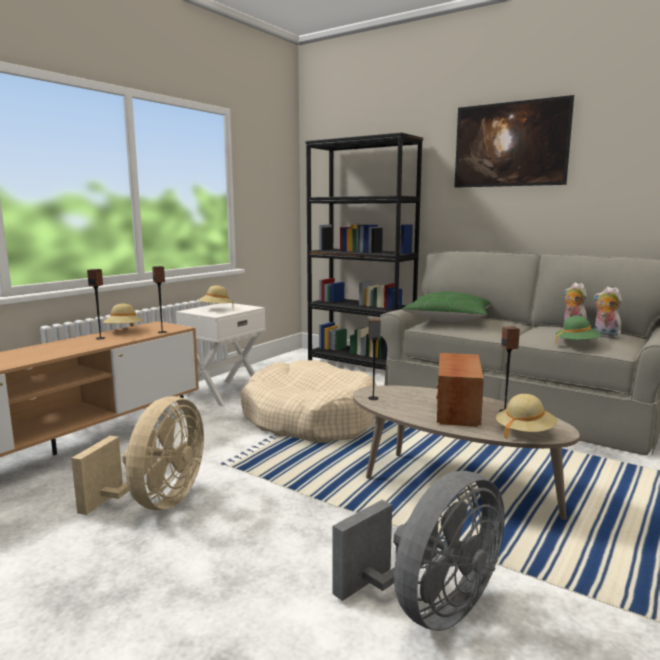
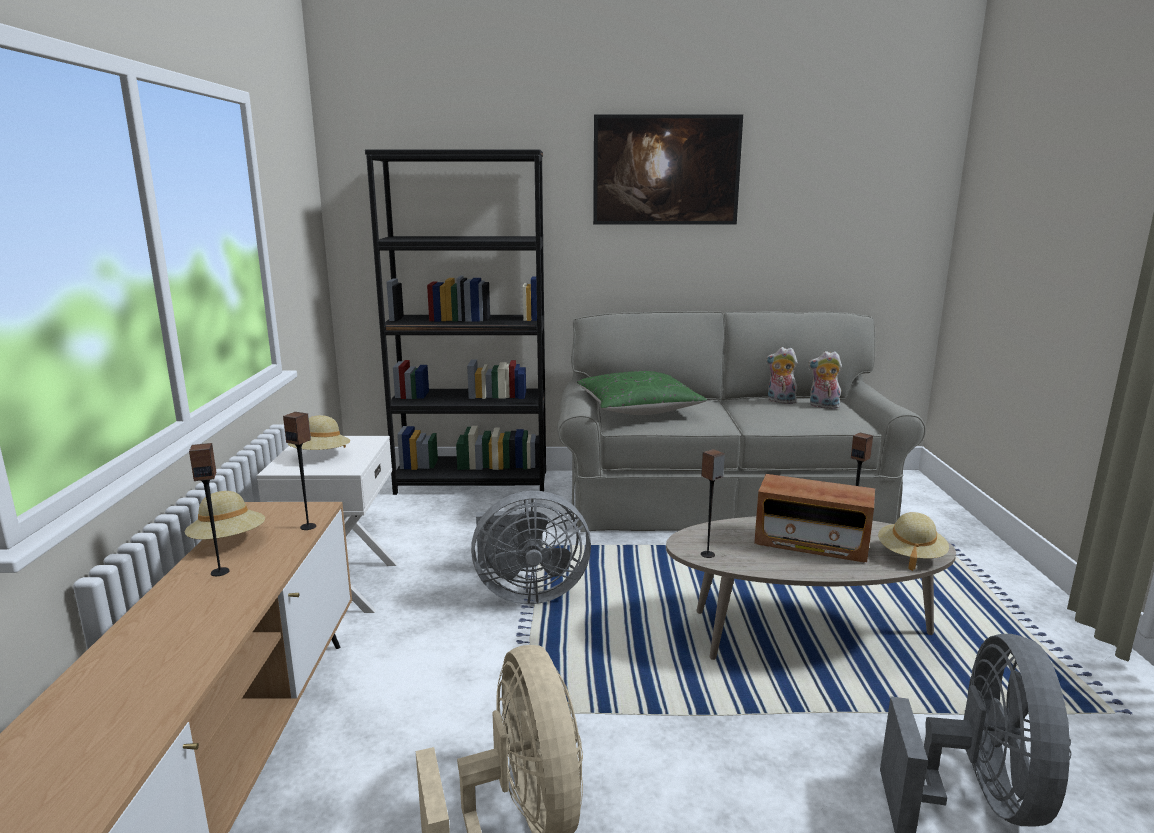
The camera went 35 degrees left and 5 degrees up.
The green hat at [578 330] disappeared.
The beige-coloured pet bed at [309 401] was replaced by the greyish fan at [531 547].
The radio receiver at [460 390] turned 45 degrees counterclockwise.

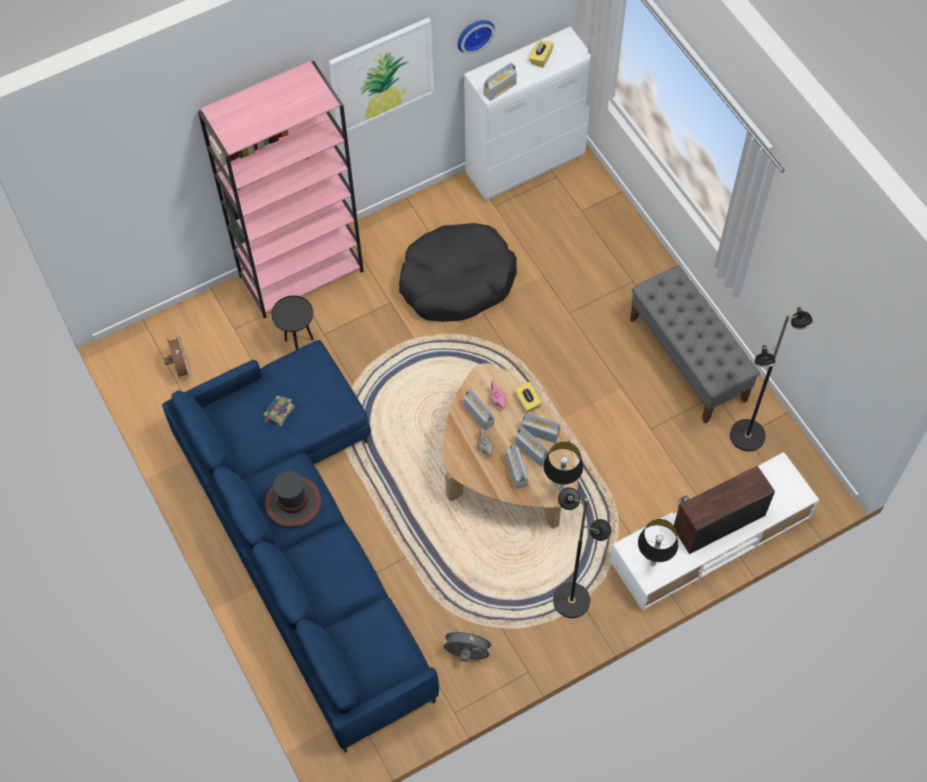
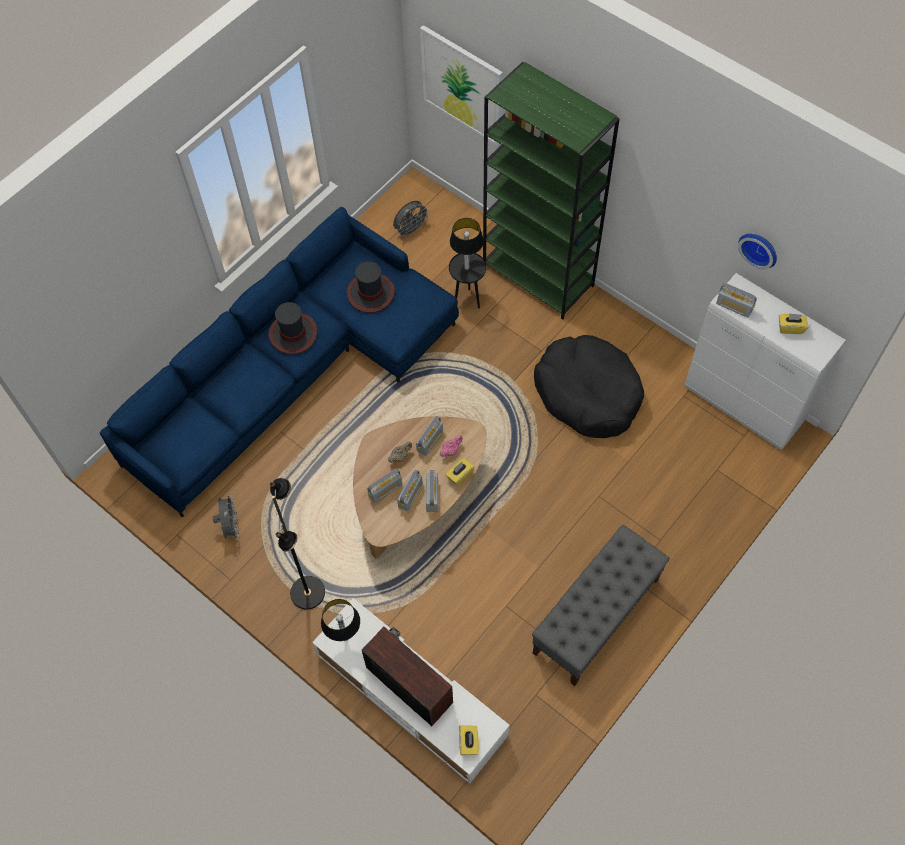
The camera went 70 degrees right and 0 degrees up.
The black floor lamp at [771 379] disappeared.
The yellow-coloured tissue box at [469 740] appeared.
The wall art moved from [381 75] to [461 85].
The tabletop lamp moved from [563 466] to [467 244].
The bound book at [279 411] was replaced by the hat at [371 287].
The brown-coloured fan at [178 356] became the greyish fan at [411 219].
The pink-coloured shelving unit at [281 190] became the green shelving unit at [551 191].

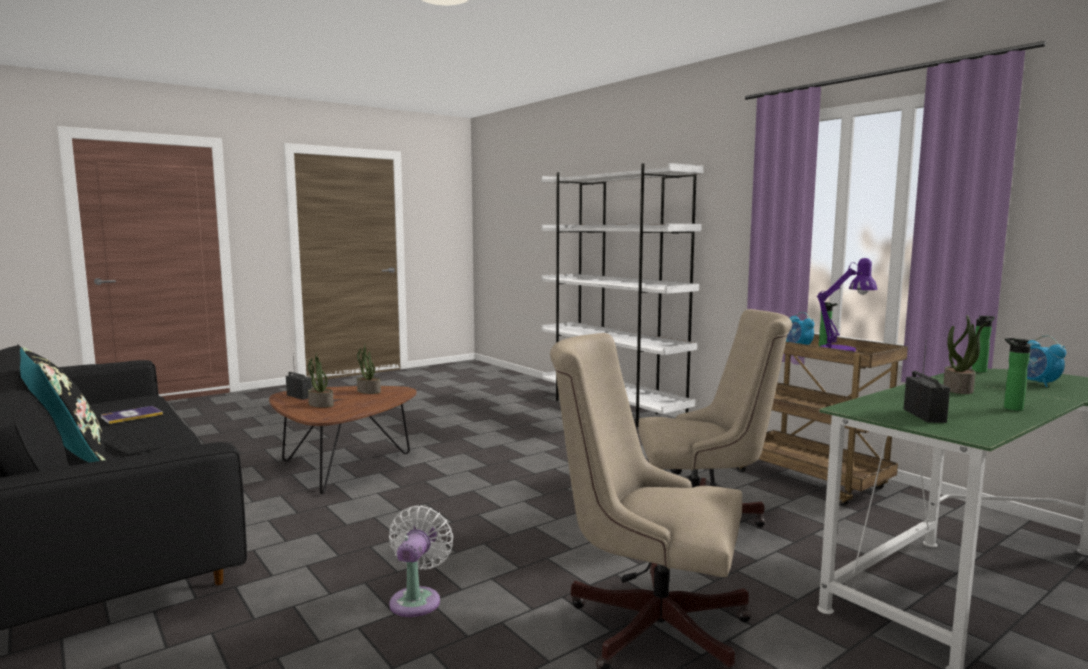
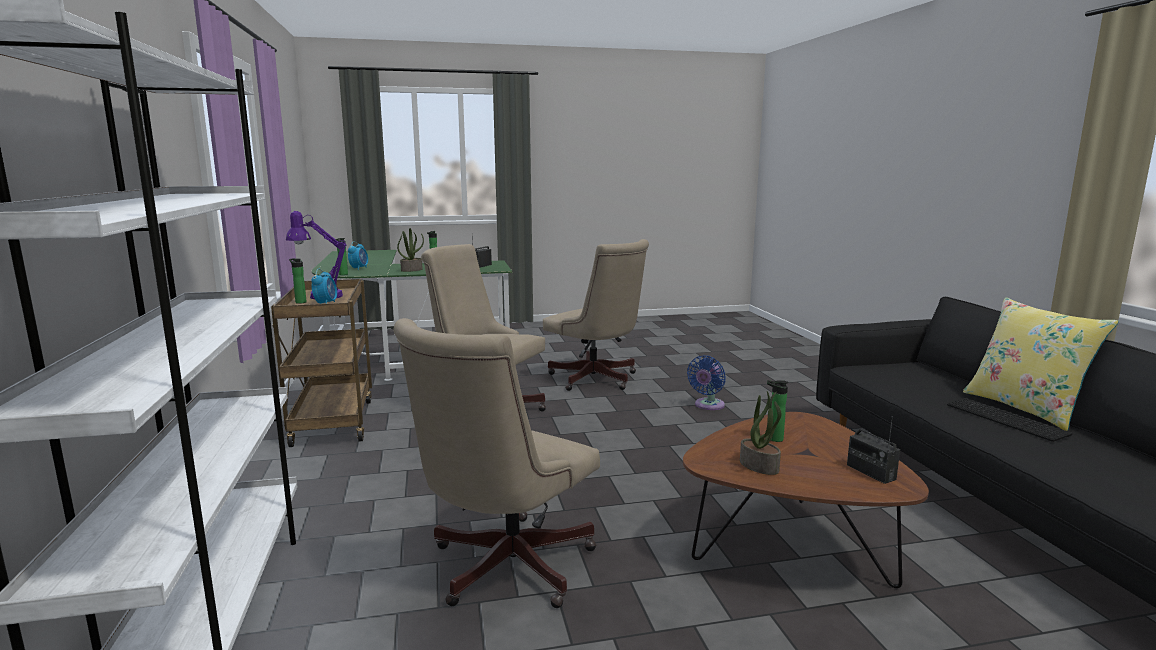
The camera went 155 degrees left and 5 degrees up.
The bound book at [132 415] disappeared.
The houseplant at [321 380] disappeared.
The beige-coloured computer chair at [496 463] appeared.
The drink bottle at [778 411] appeared.
The black pillow at [63 405] became the yellow-coloured pillow at [1041 364].
The white fan at [421 561] became the bluish fan at [706 383].

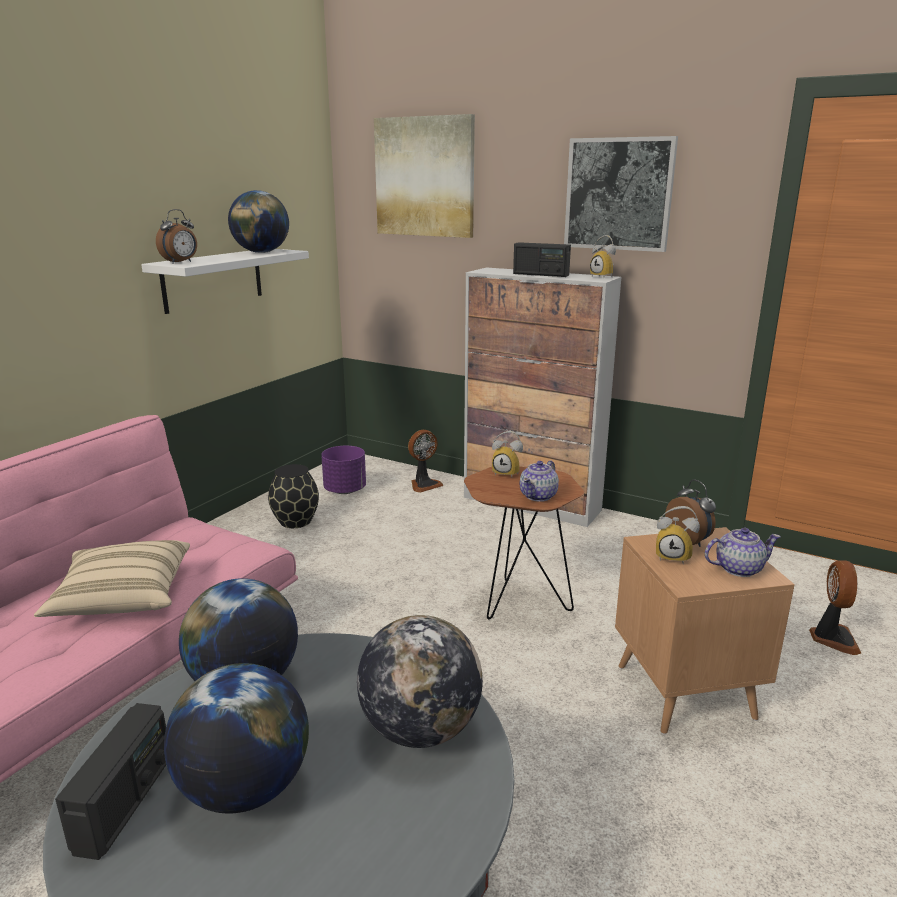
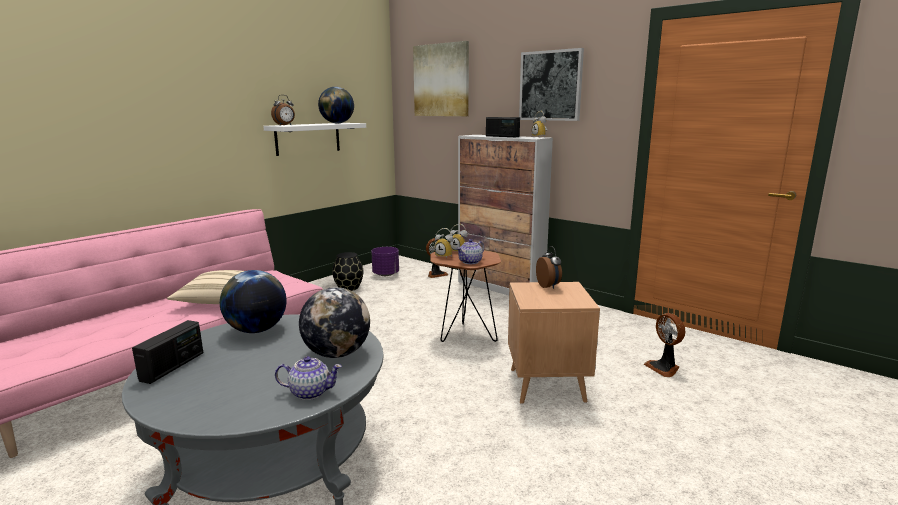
The camera went 10 degrees right and 5 degrees down.
The desk globe at [236 738] disappeared.
The table clock moved from [678 534] to [444 243].
The pot for tea moved from [743 552] to [308 378].
The fan at [835 607] turned 135 degrees clockwise.

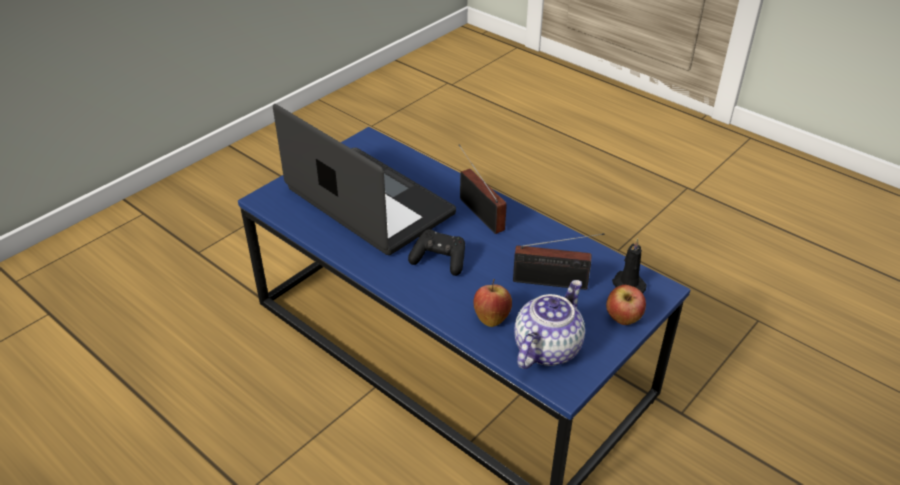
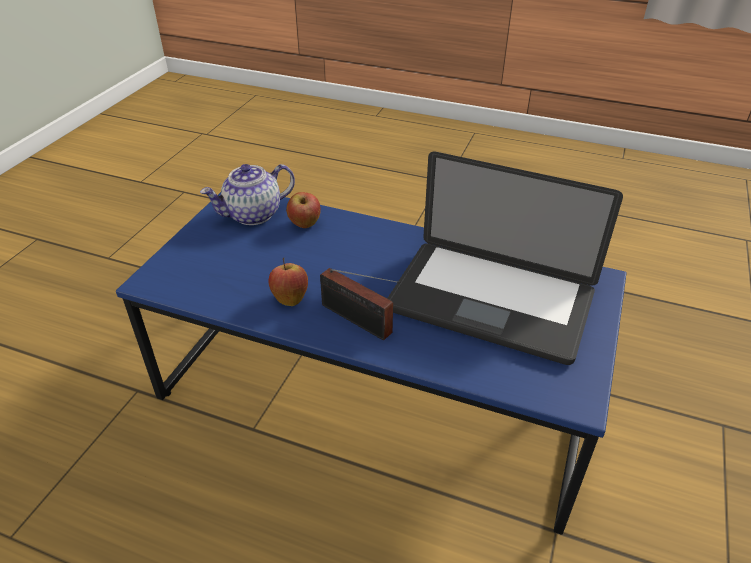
The camera went 160 degrees right and 0 degrees up.
The black joypad at [436 252] disappeared.
The radio receiver at [559 261] disappeared.
The black candle at [629 265] disappeared.
The whole apple moved from [626 305] to [288 282].
The pot for tea at [549 324] turned 45 degrees clockwise.

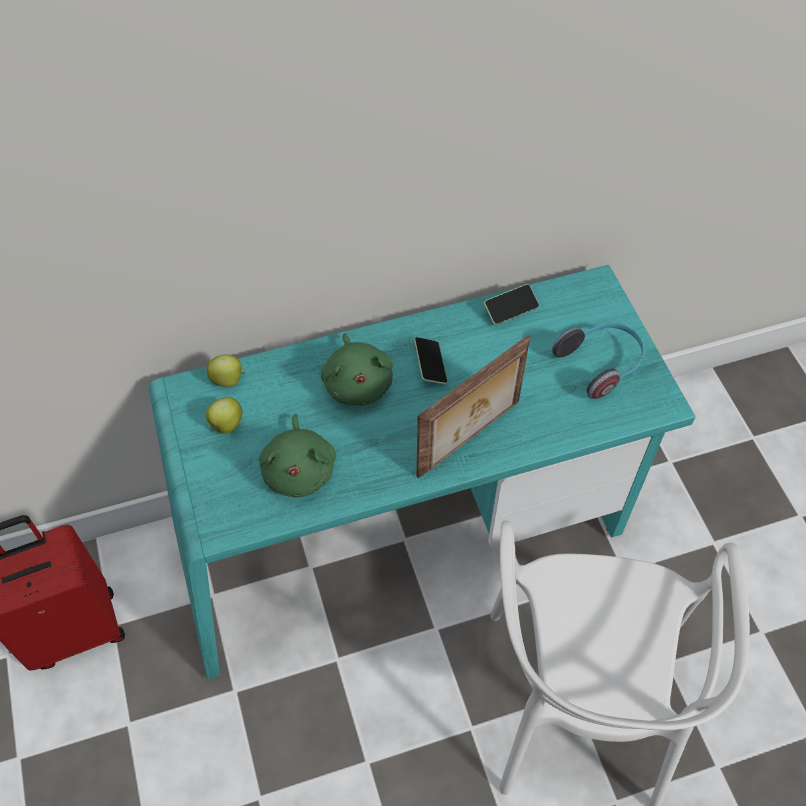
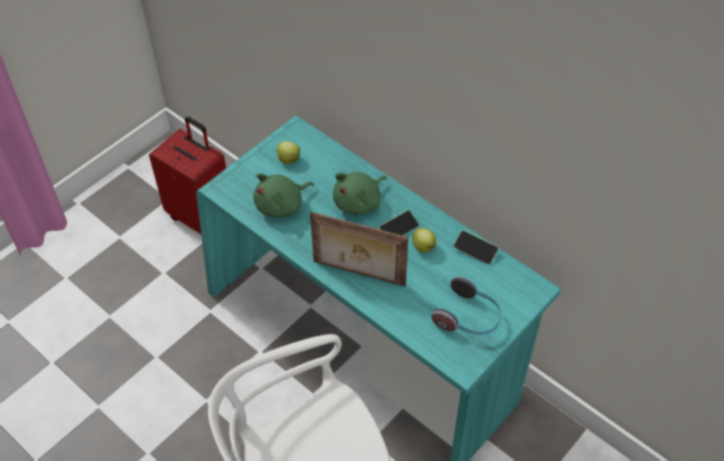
The camera went 60 degrees right and 5 degrees down.
The whole apple moved from [225 370] to [424 240].

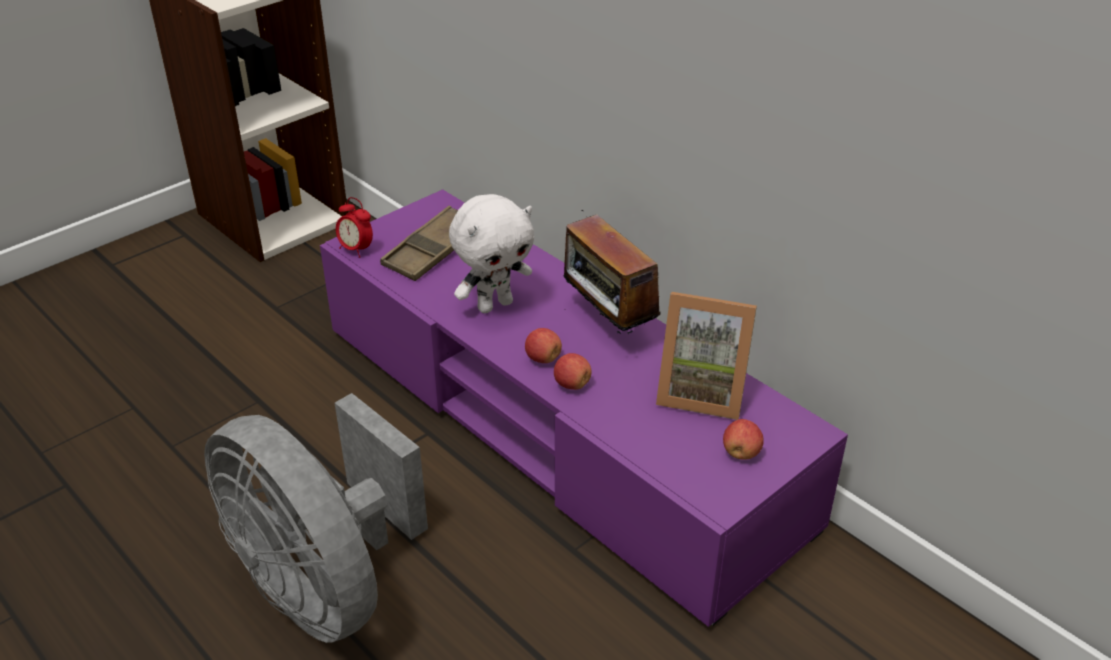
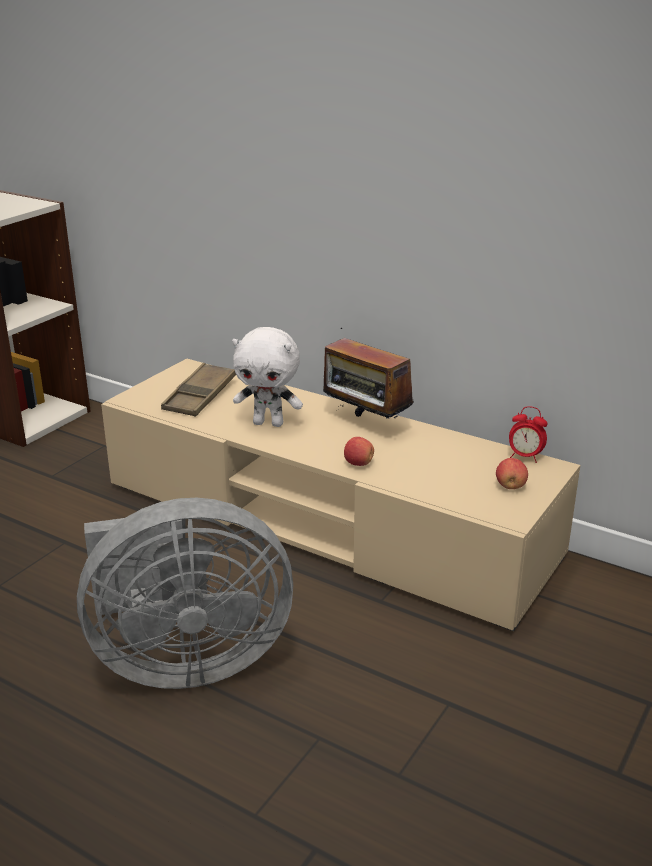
The camera went 15 degrees left and 10 degrees down.
The whole apple at [543 345] disappeared.
The photo frame at [706 356] disappeared.
The table clock moved from [354 227] to [528 434].
The purple-coloured tv stand at [584 408] became the beige-coloured tv stand at [340 495].
The greyish fan at [316 518] turned 45 degrees counterclockwise.
The white plush toy at [491 253] turned 60 degrees clockwise.

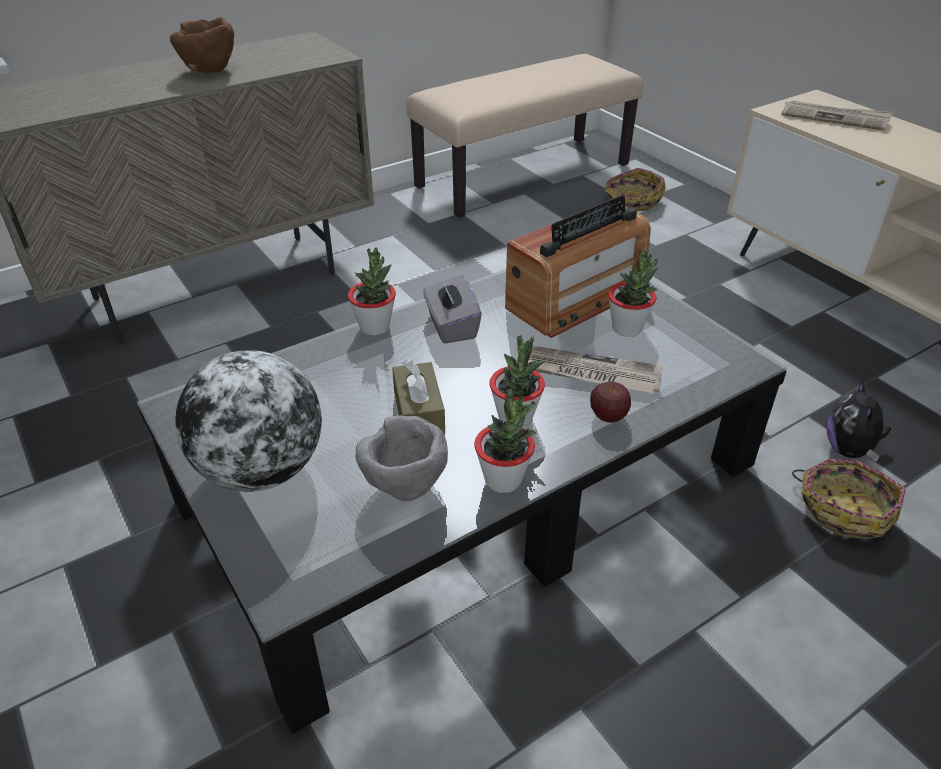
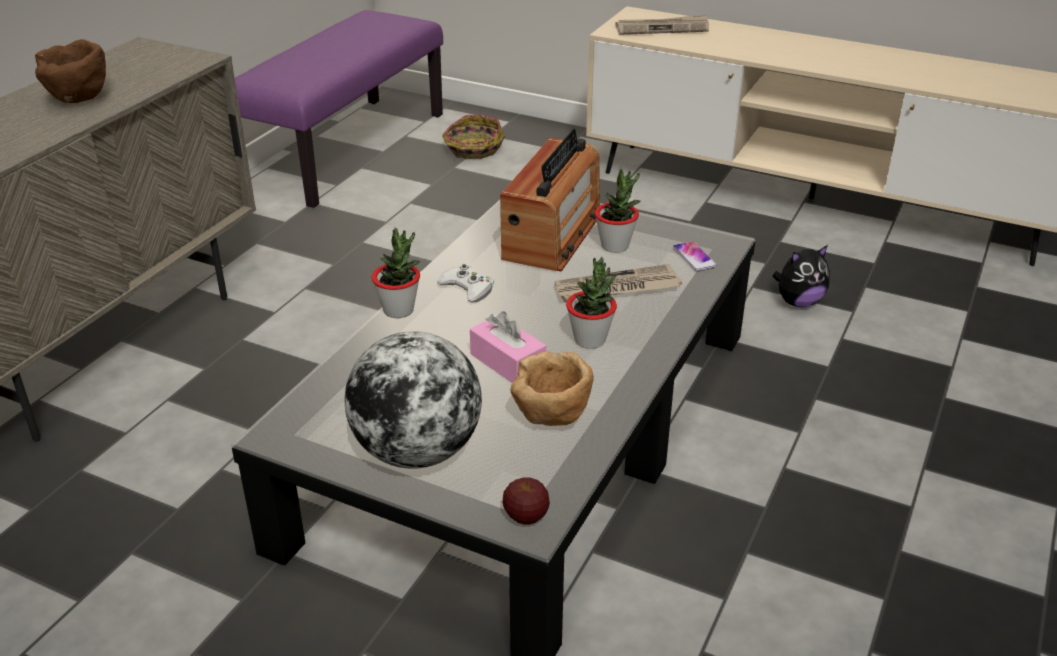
The camera went 30 degrees left and 5 degrees down.
The houseplant at [505 441] disappeared.
The basket at [849 499] disappeared.
The phone at [695 256] appeared.
The whole apple moved from [610 402] to [526 500].
The greyish tissue box at [452 309] was replaced by the white joypad at [465 283].
The greyish serving bowl at [401 458] became the brown-coloured serving bowl at [552 388].
The brown-coloured tissue box at [418 397] became the pink-coloured tissue box at [508 347].
The beige-coloured long seat at [524 136] became the purple-coloured long seat at [339 109].
The plush toy at [859 421] turned 90 degrees counterclockwise.

